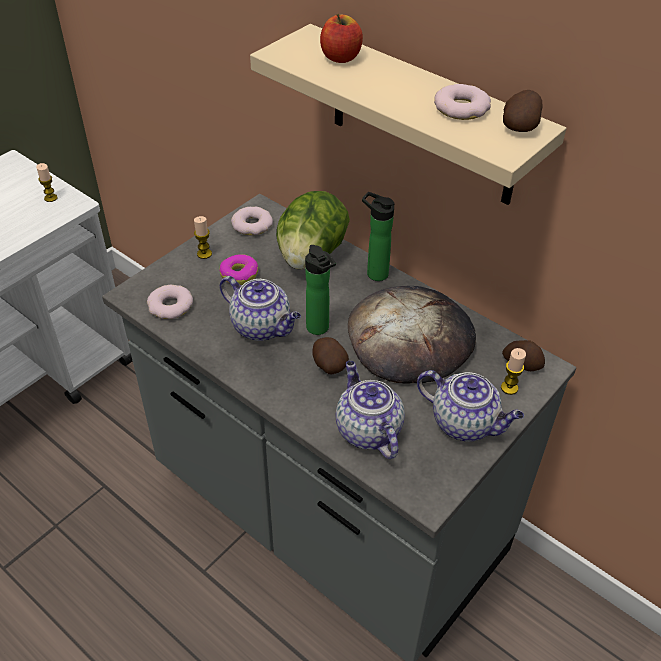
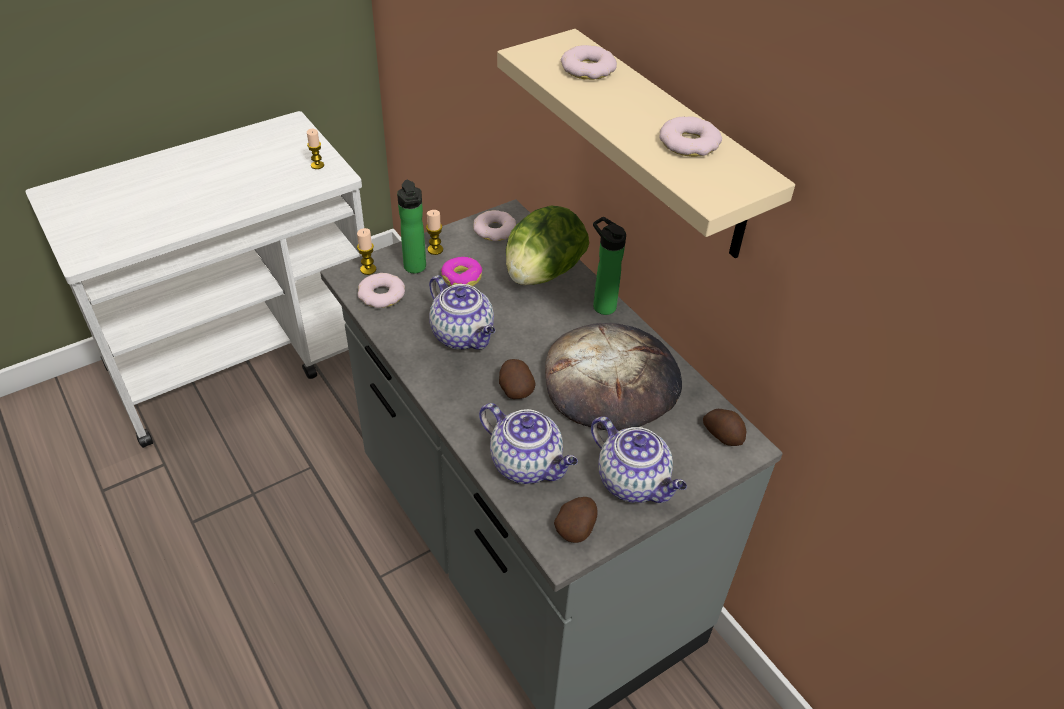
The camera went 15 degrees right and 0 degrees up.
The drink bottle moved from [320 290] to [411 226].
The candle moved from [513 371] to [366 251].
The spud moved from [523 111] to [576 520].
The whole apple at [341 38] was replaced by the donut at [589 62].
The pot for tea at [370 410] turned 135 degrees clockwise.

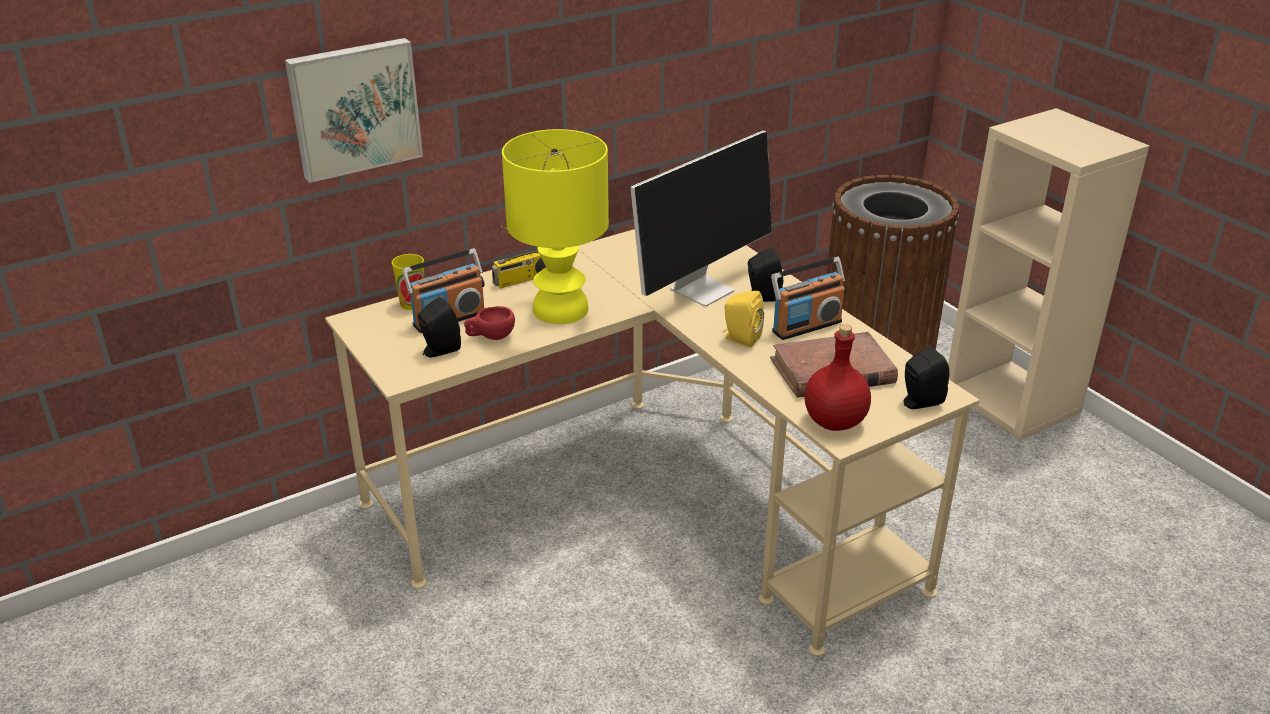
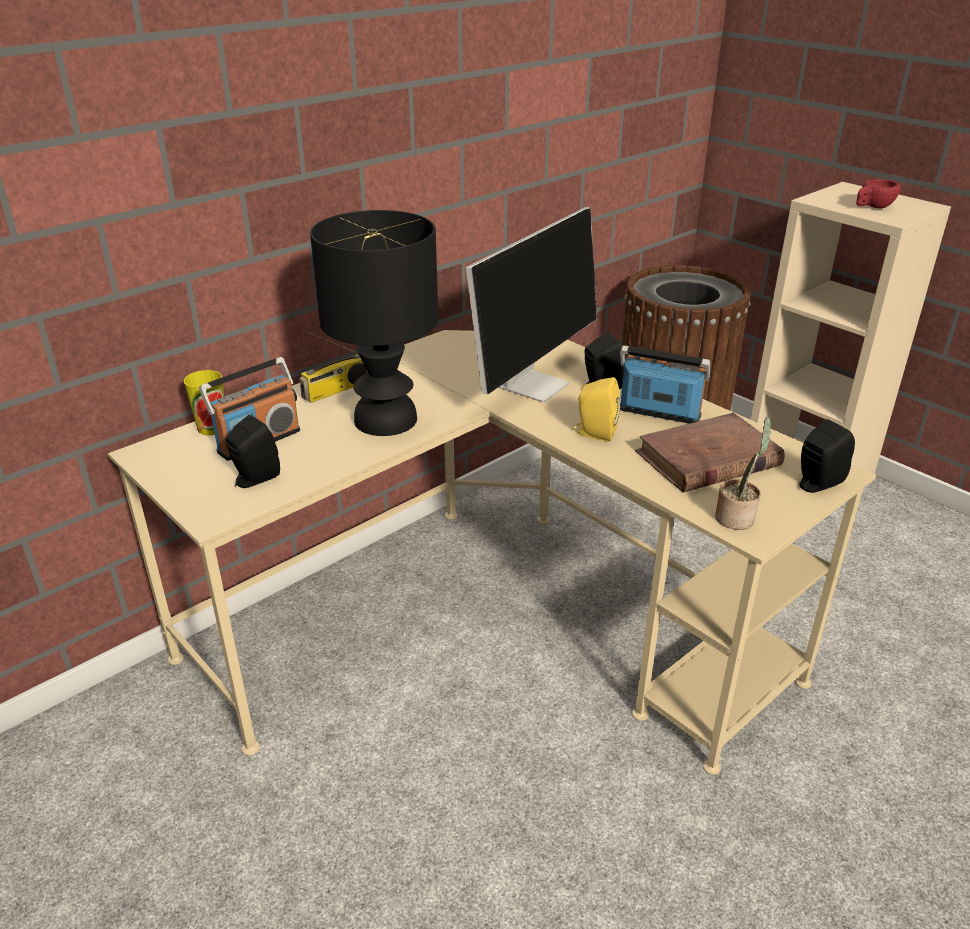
The camera went 10 degrees left and 0 degrees up.
The wall art at [354 110] disappeared.
The reddish small cup moved from [489 323] to [878 194].
The reddish drink bottle at [837 377] was replaced by the houseplant at [743 473].
The yellow-coloured tabletop lamp at [555 226] became the black tabletop lamp at [374 323].
The radio receiver at [808 298] turned 120 degrees counterclockwise.

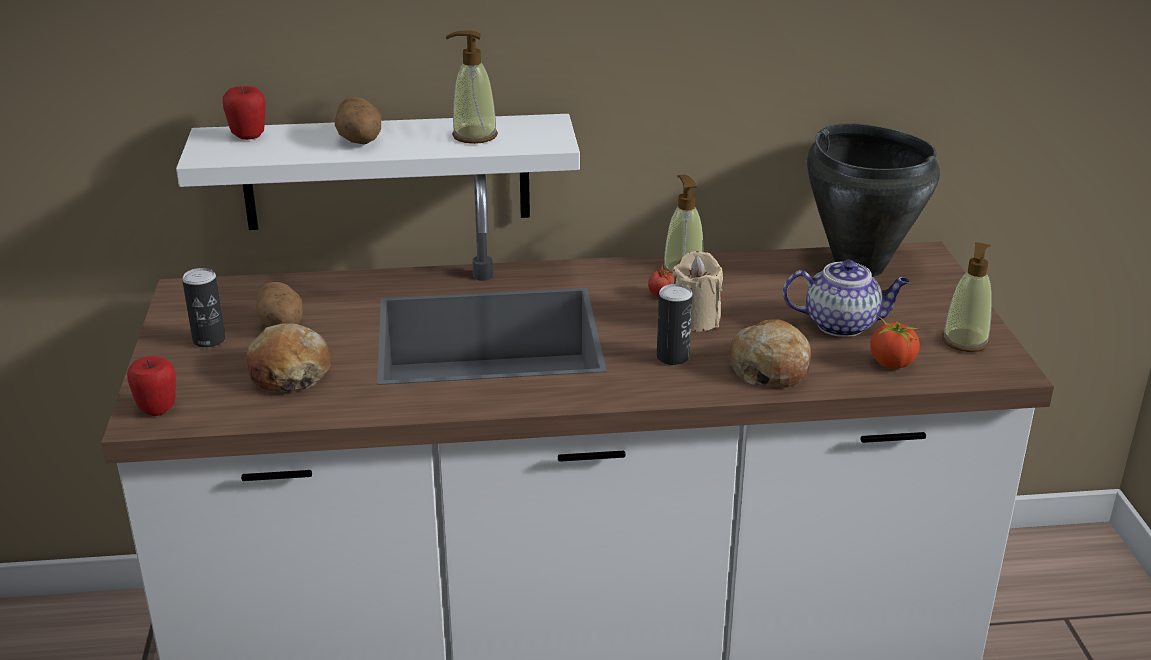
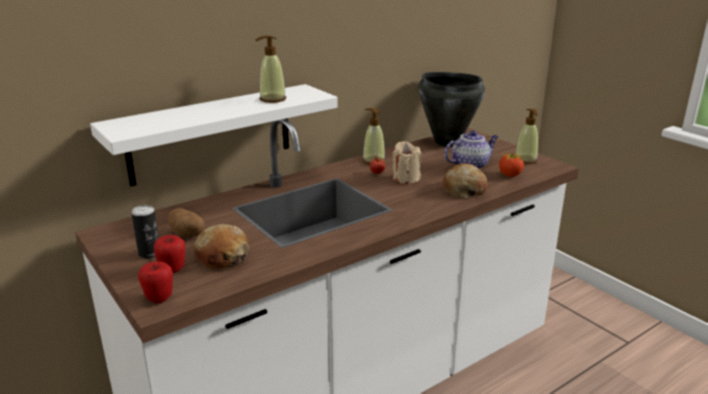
The camera went 30 degrees left and 5 degrees down.
The spud at [358 121] disappeared.
The can at [675 324] disappeared.
The whole apple moved from [244 113] to [169 254].

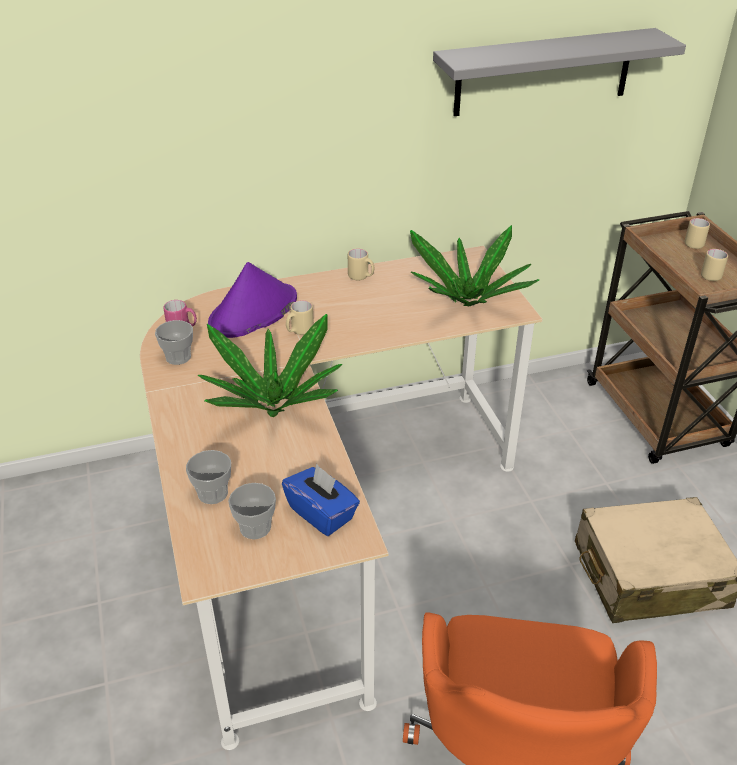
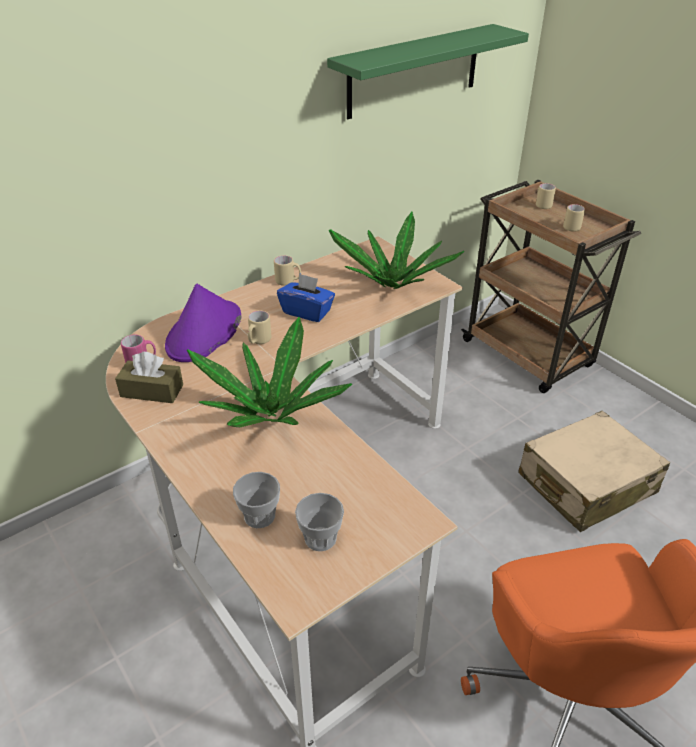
The camera went 20 degrees left and 0 degrees up.
The bluish tissue box moved from [321 499] to [306 297].
The small cup at [174 342] was replaced by the brown-coloured tissue box at [149 377].
The greyish wall shelf at [559 72] became the green wall shelf at [428 71].

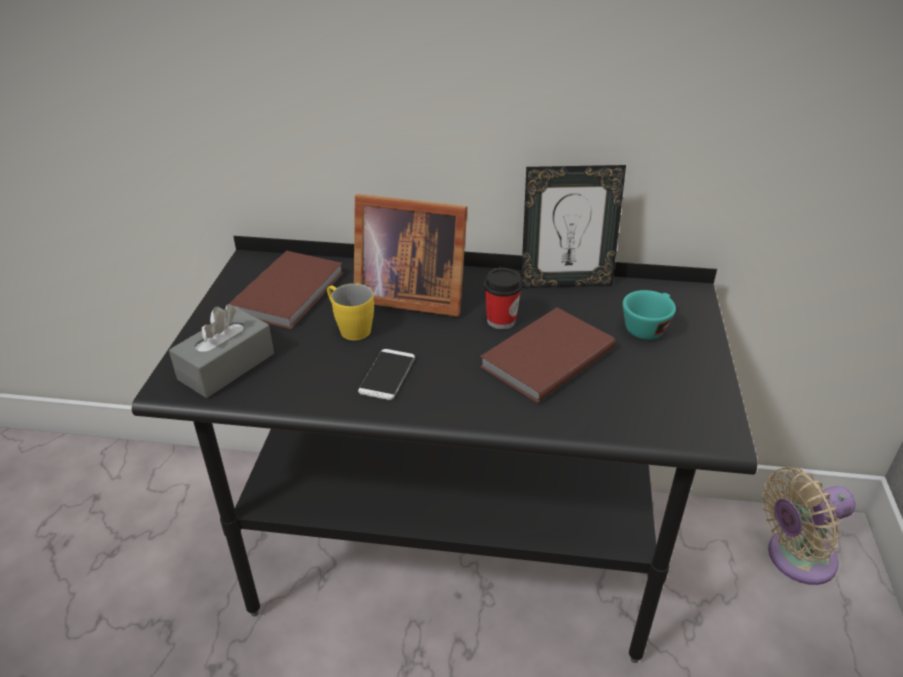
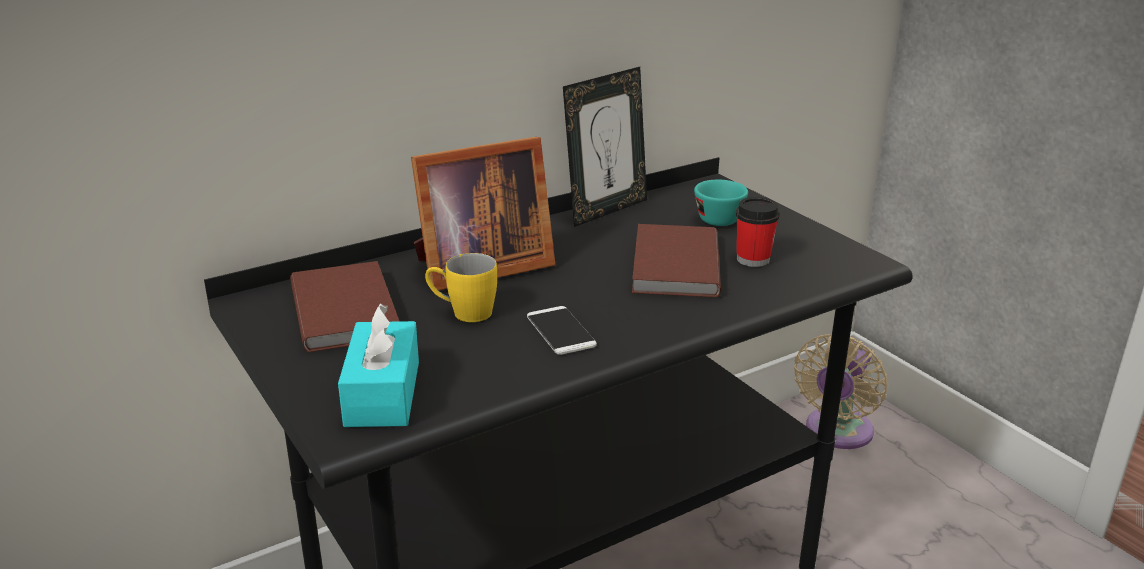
The camera went 40 degrees left and 10 degrees down.
The small cup moved from [503 298] to [758 232].
The greyish tissue box at [221 351] became the blue-green tissue box at [378 365].

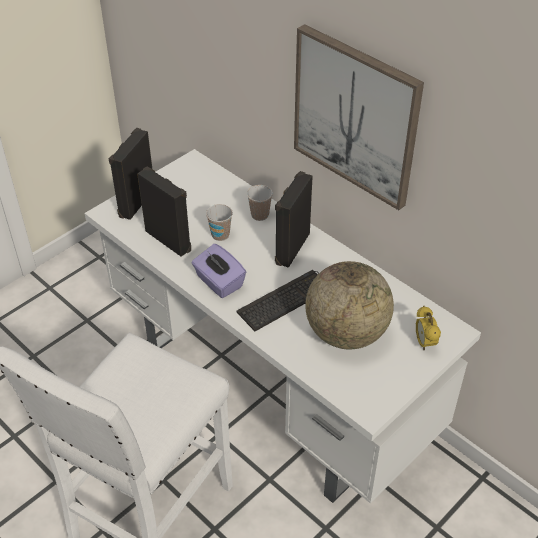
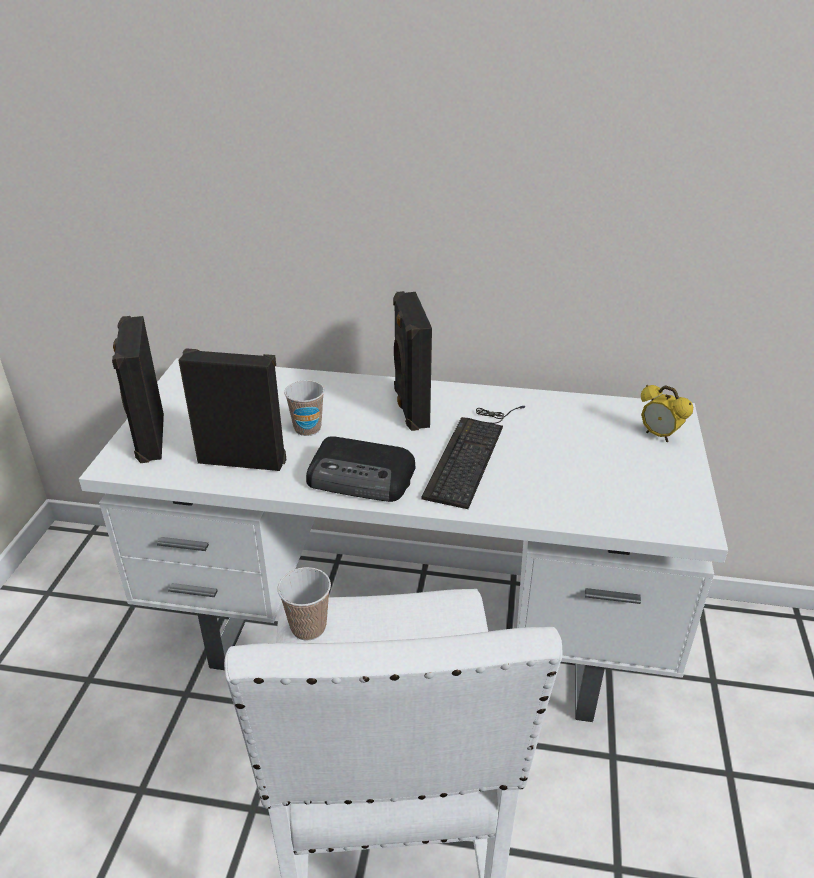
The camera went 35 degrees left and 10 degrees down.
The wall art at [359 117] disappeared.
The desk globe at [349 305] disappeared.
The small cup moved from [260 203] to [304 604].
The purple-coloured tissue box at [219 271] was replaced by the radio receiver at [360 469].

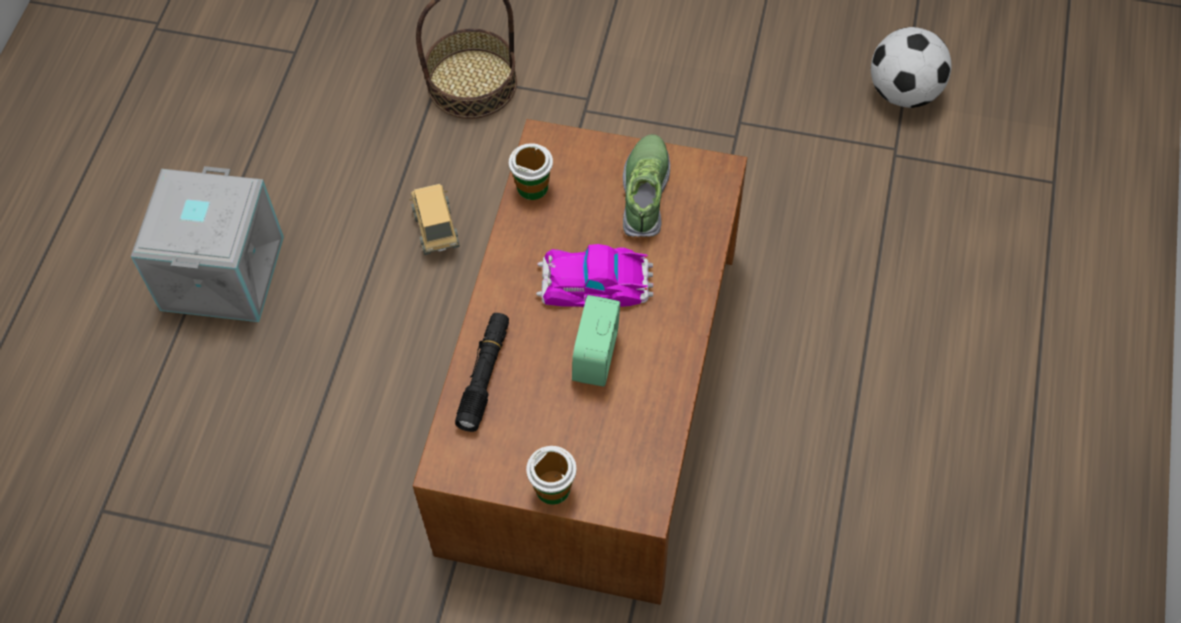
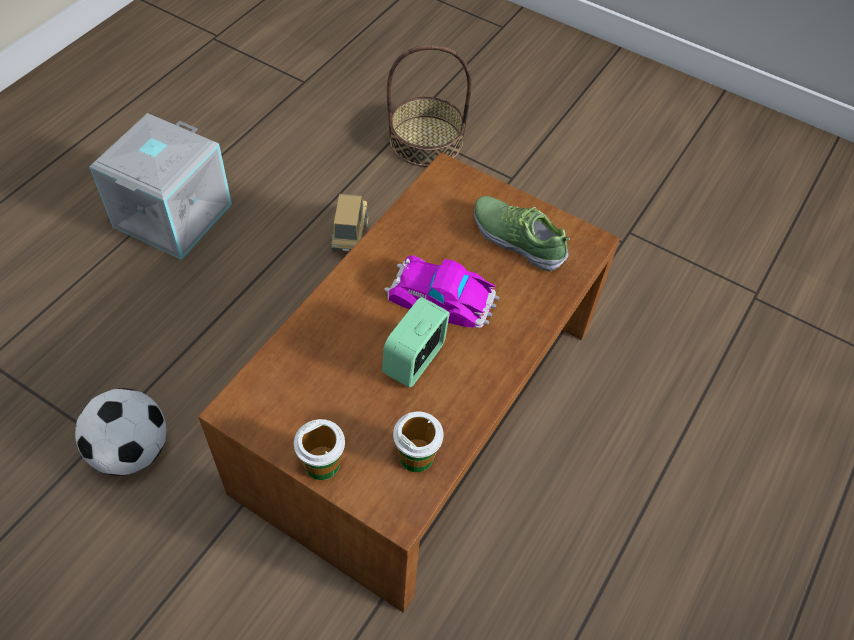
The camera went 15 degrees right and 5 degrees down.
The black torch at [482 372] disappeared.
The small cup moved from [531 171] to [418 442].
The football ball moved from [911 67] to [121 432].
The shoe at [646 185] turned 75 degrees counterclockwise.

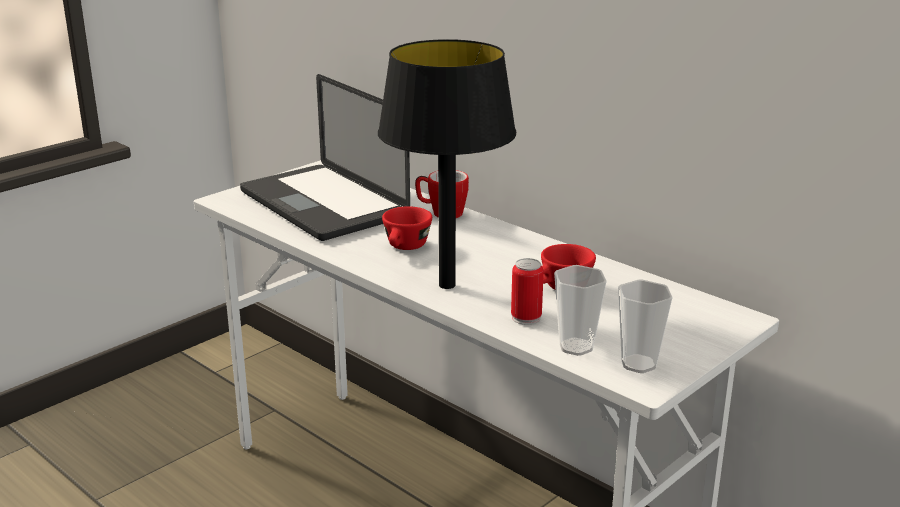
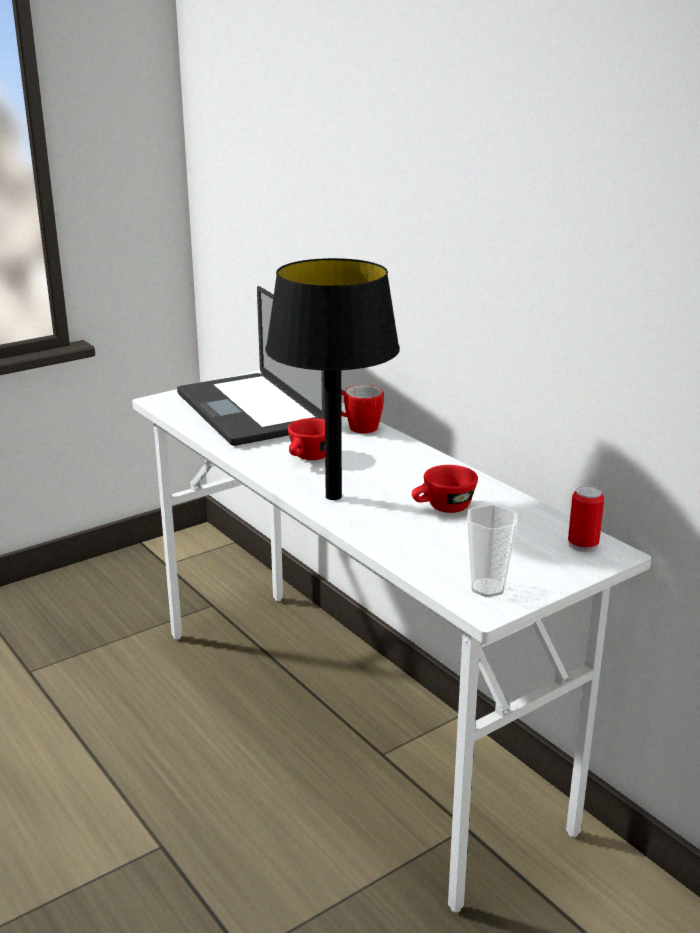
The camera went 10 degrees right and 0 degrees up.
The small cup at [580 310] disappeared.
The can moved from [527 291] to [586 518].

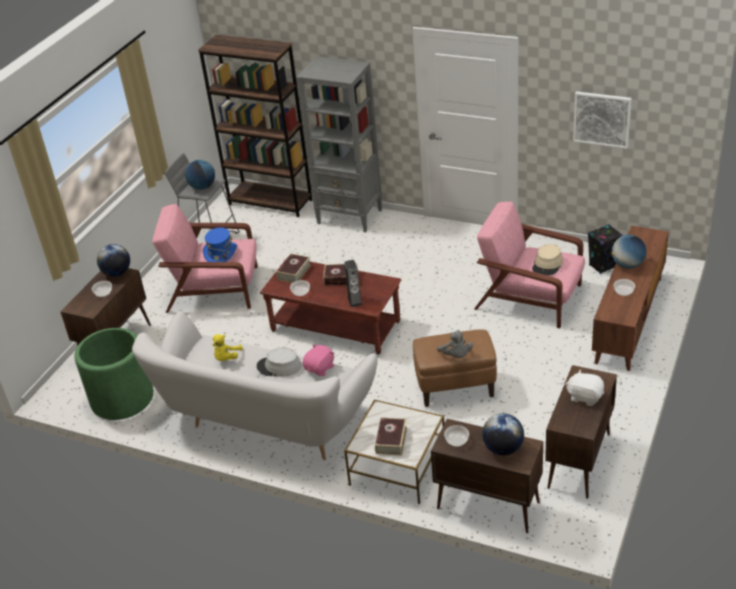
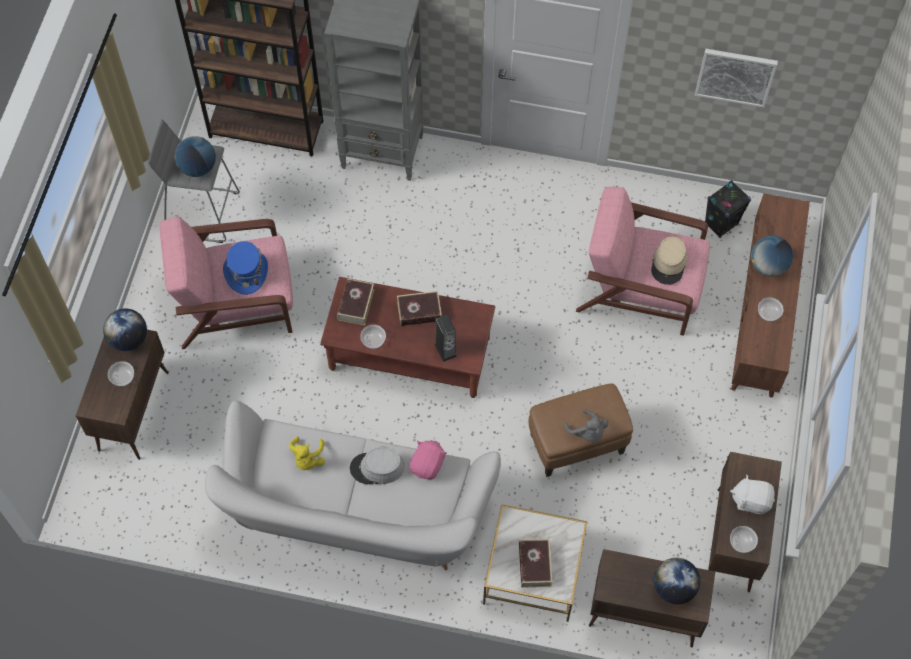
The camera went 15 degrees left and 25 degrees up.
The green planter at [114 374] disappeared.
The serving bowl moved from [456 436] to [744 539].

